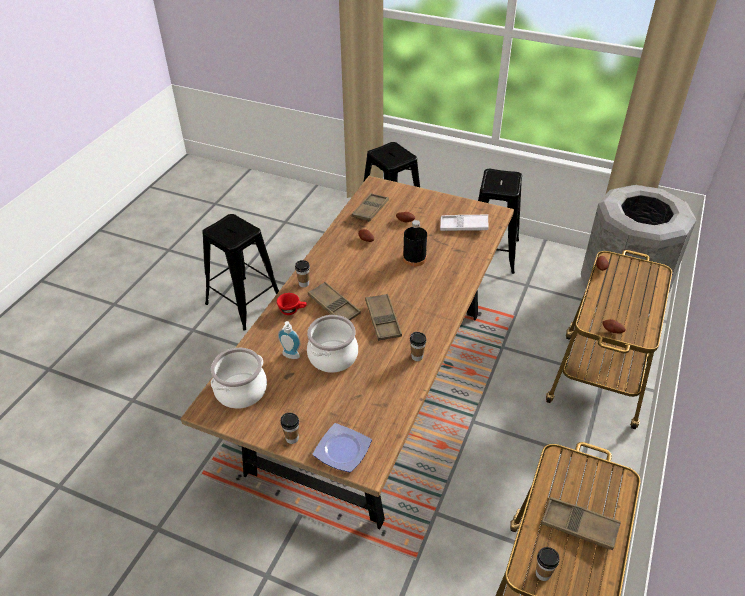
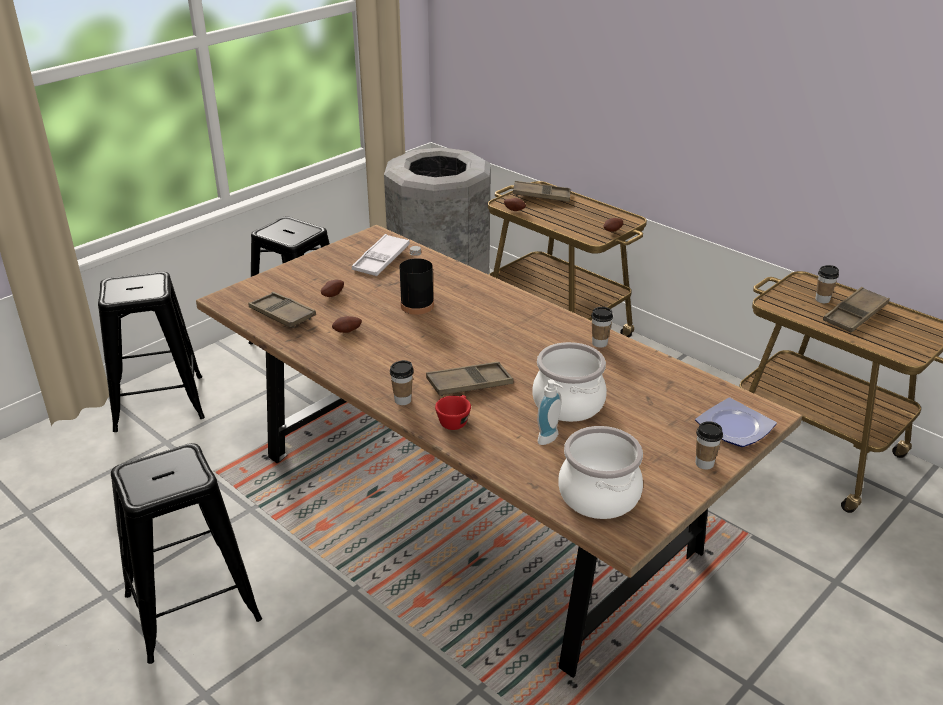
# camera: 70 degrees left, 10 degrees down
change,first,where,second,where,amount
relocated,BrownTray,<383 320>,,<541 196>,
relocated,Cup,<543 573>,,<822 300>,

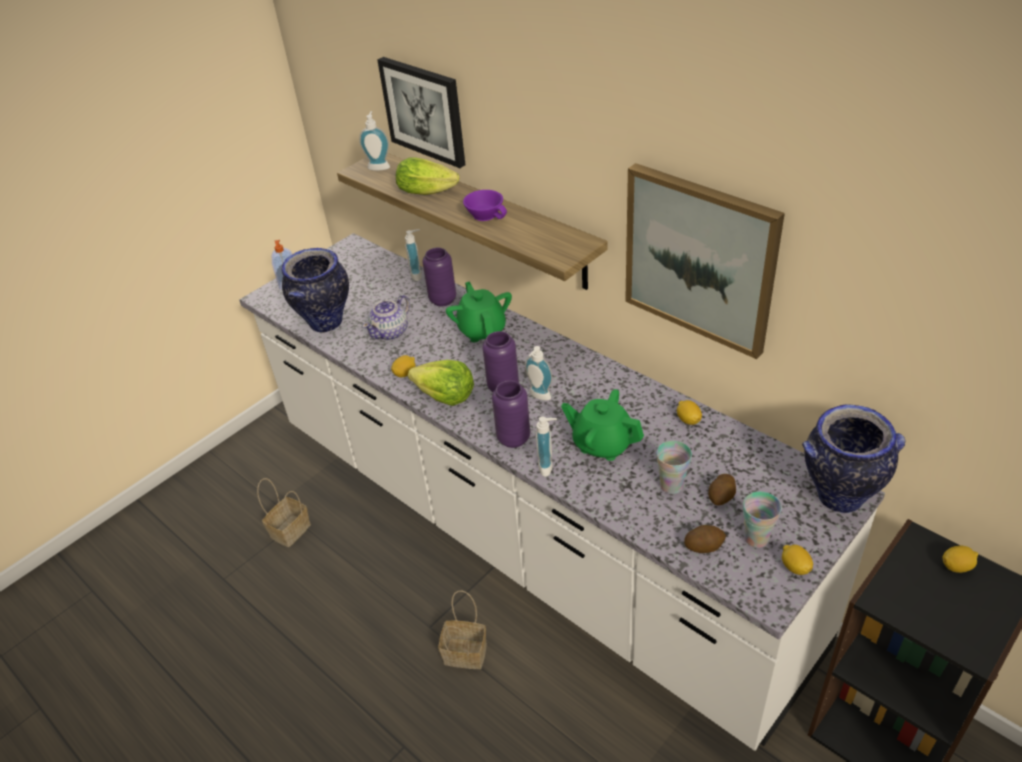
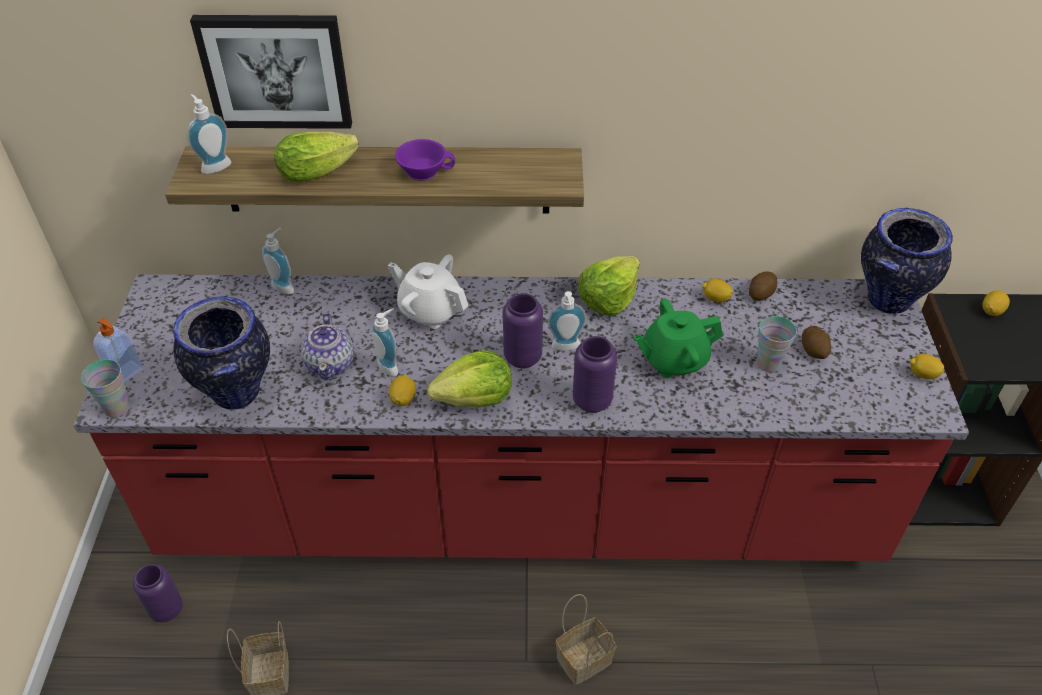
# camera: 45 degrees left, 5 degrees up
change,first,where,second,where,amount
missing,Picture,<700 259>,,,
colour,WhiteCounter,<525 530>,RedCounter,<521 508>,
relocated,PurpleVase,<443 300>,,<167 610>,
colour,GreenTeapot,<482 330>,WhiteTeapot,<430 311>,
relocated,SoapDispenser,<548 466>,,<390 365>,
relocated,Cup,<756 538>,,<117 408>,
relocated,Potato,<704 546>,,<761 293>,
appeared,,,Lettuce,<608 298>,

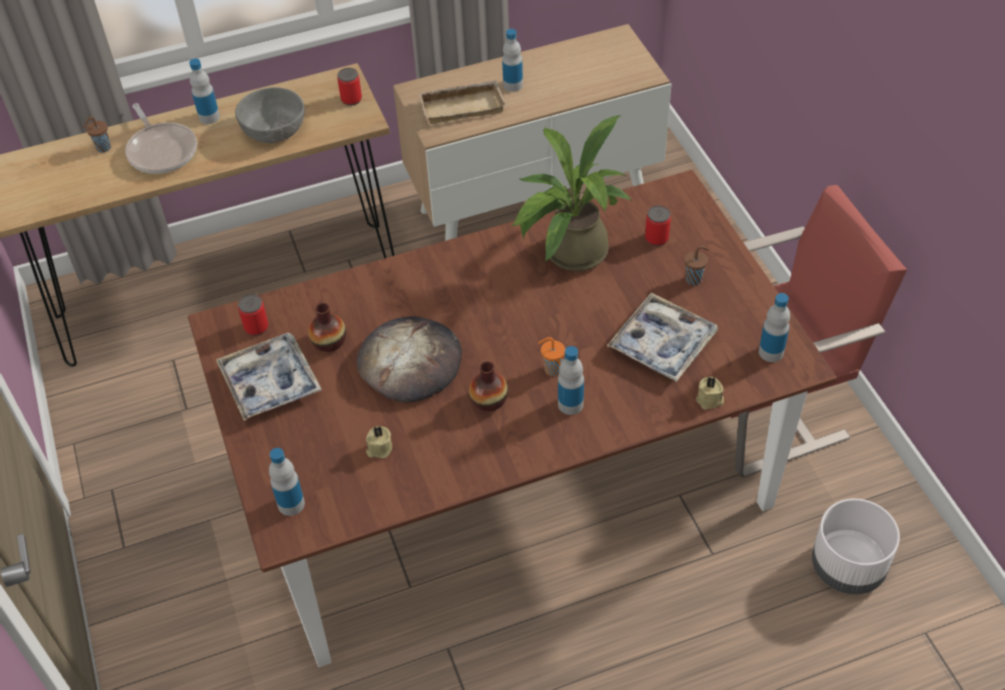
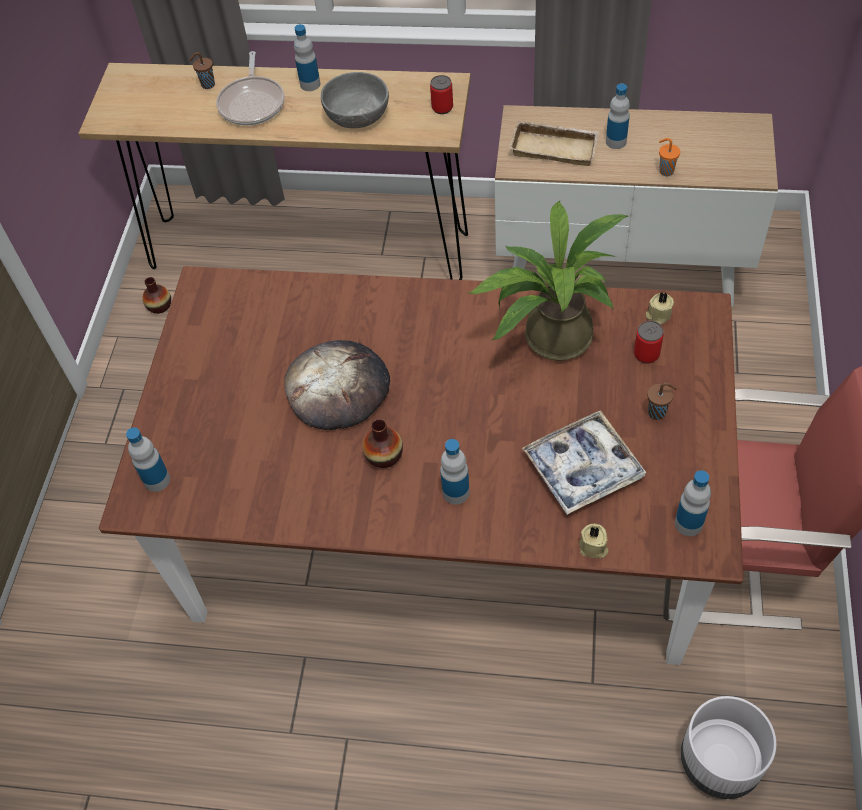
# camera: 30 degrees right, 5 degrees up
change,first,where,second,where,amount
missing,Can,<256 327>,,,
relocated,Vase,<329 342>,,<159 306>,
missing,Tray,<270 382>,,,
relocated,OrangeCup,<551 369>,,<665 171>,
relocated,BeigeCandle,<379 449>,,<658 315>,

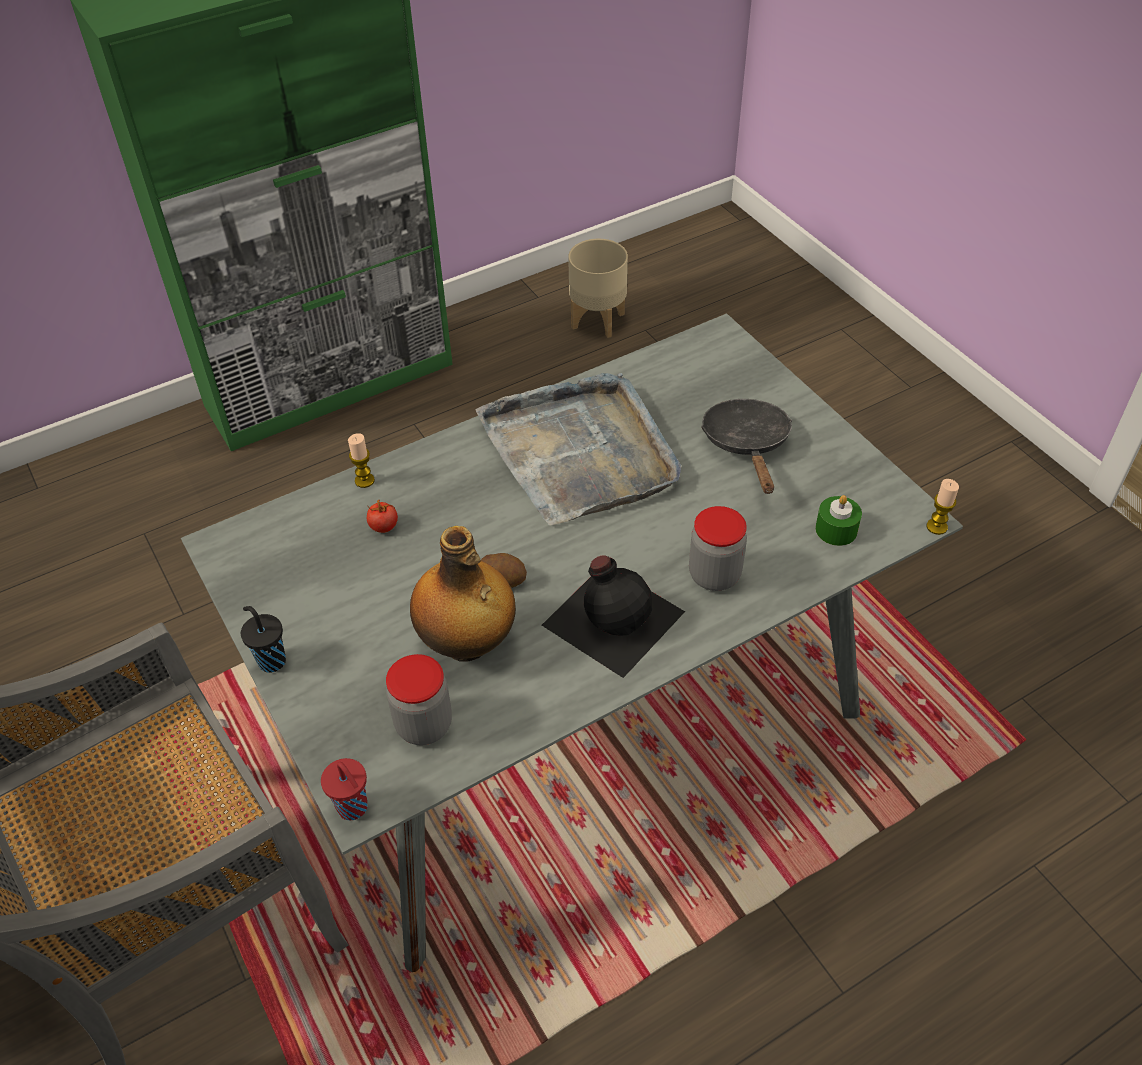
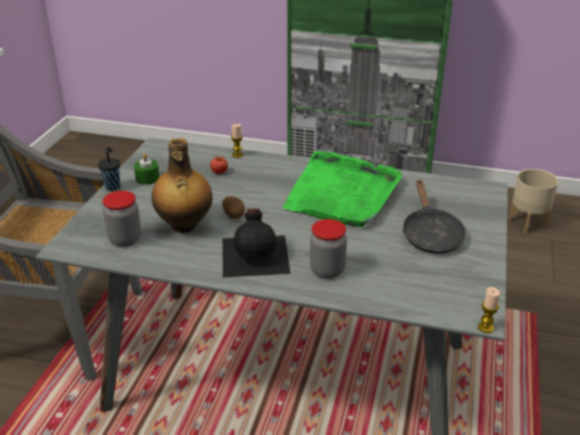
# camera: 45 degrees right, 15 degrees down
change,first,where,second,where,amount
colour,GreyTray,<581 452>,GreenTray,<342 193>,
spun,BlackFryingPan,<747 445>,,<430 235>,135 degrees clockwise
relocated,GreenCandle,<836 530>,,<147 178>,
missing,RedCup,<353 808>,,,

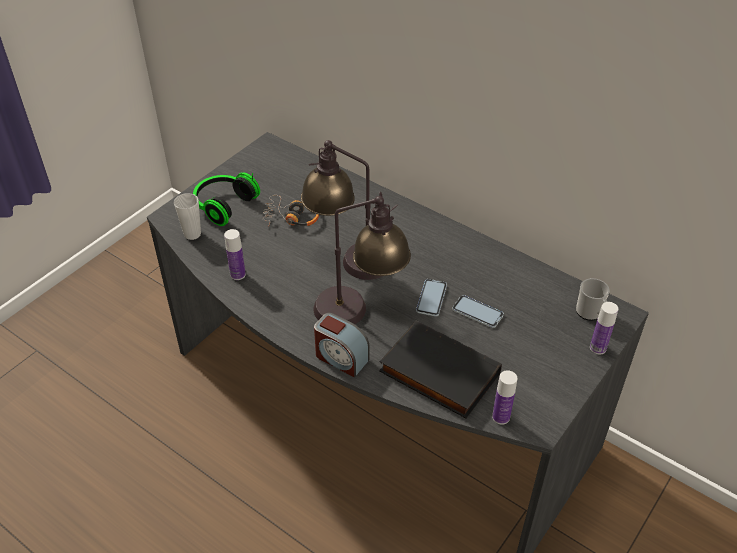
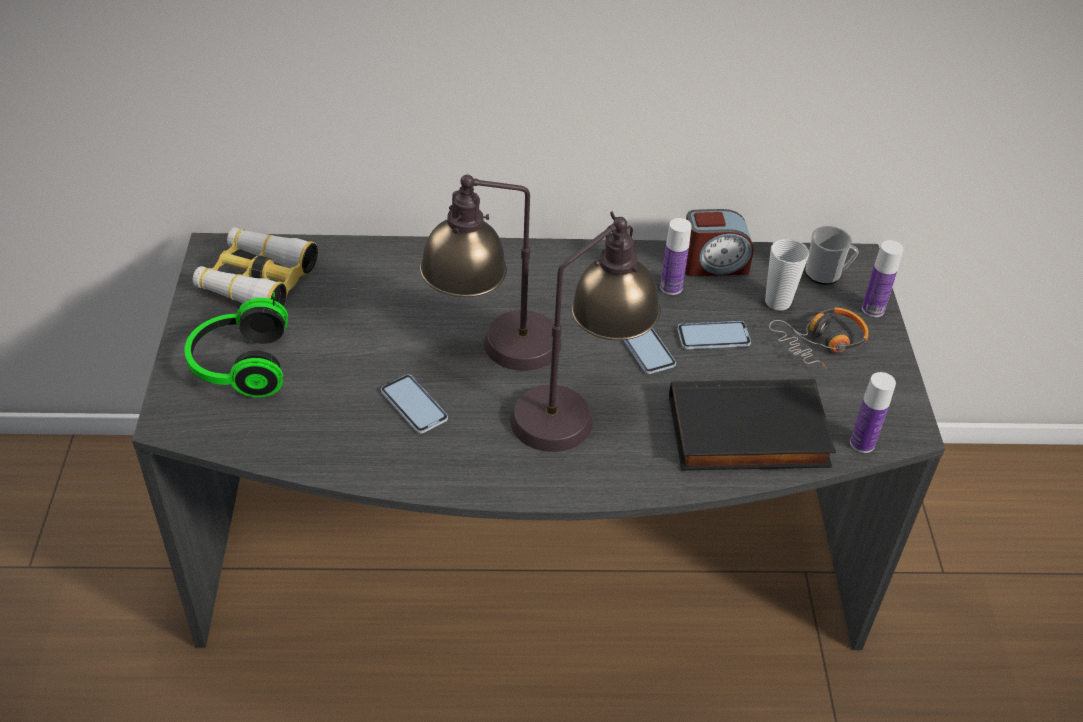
# camera: 40 degrees left, 0 degrees up
change,first,where,second,where,amount
relocated,Cup,<192 234>,,<777 302>,
relocated,Headphones,<291 217>,,<821 343>,
relocated,Bottle,<238 274>,,<671 287>,
relocated,AlarmClock,<341 358>,,<713 264>,
appeared,,,Binoculars,<257 279>,
appeared,,,Phone,<414 405>,

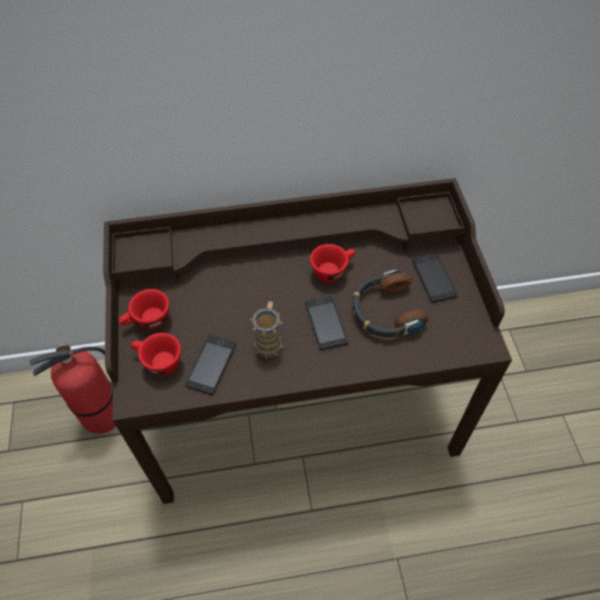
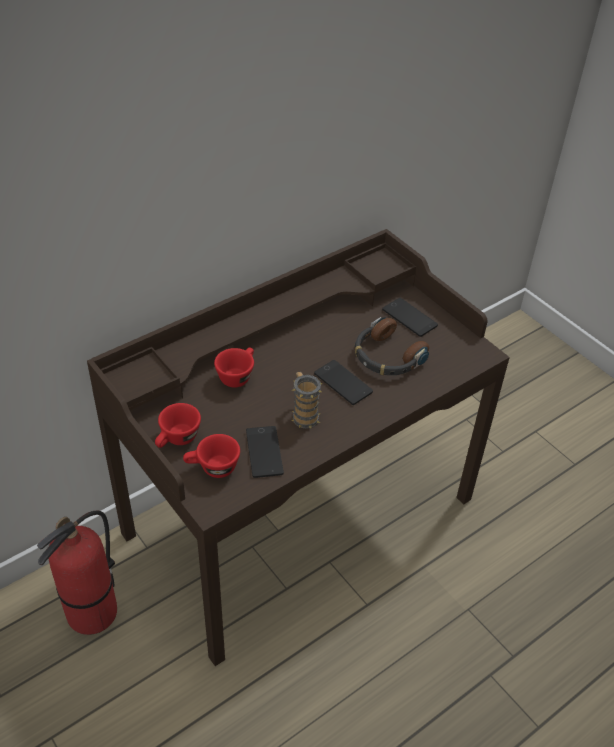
# camera: 30 degrees left, 10 degrees down
change,first,where,second,where,amount
relocated,RedCup,<333 270>,,<237 375>,

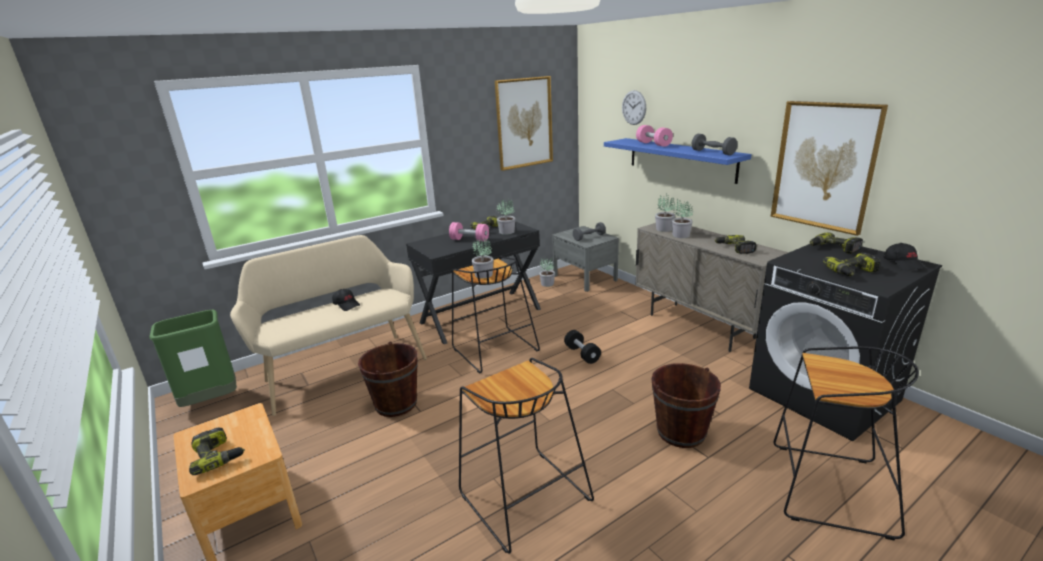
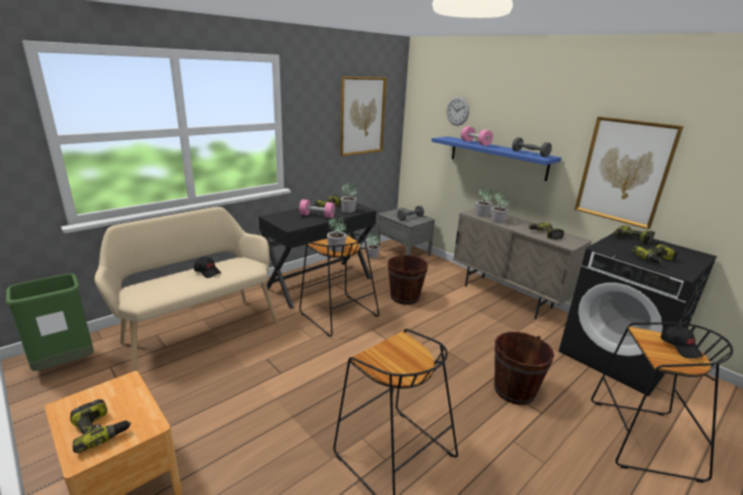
# camera: 10 degrees left, 0 degrees up
change,first,where,second,where,amount
relocated,BlackCap,<903 264>,,<680 347>,
missing,BlackDumbbell,<582 354>,,,
relocated,BrownBucket,<396 404>,,<404 297>,

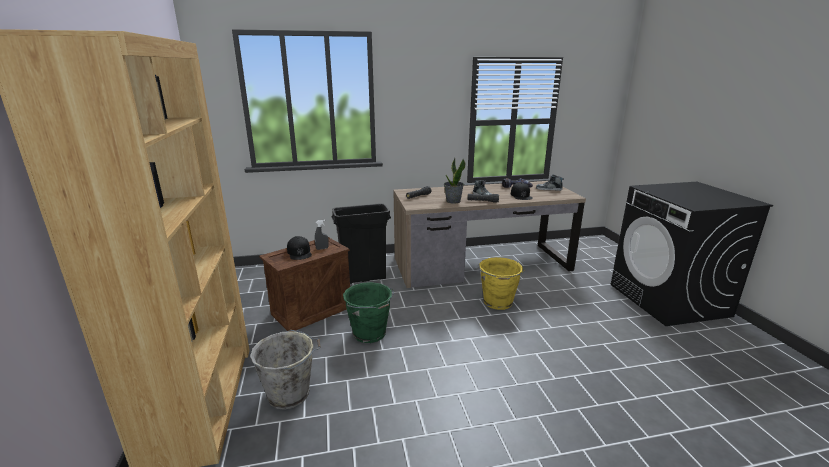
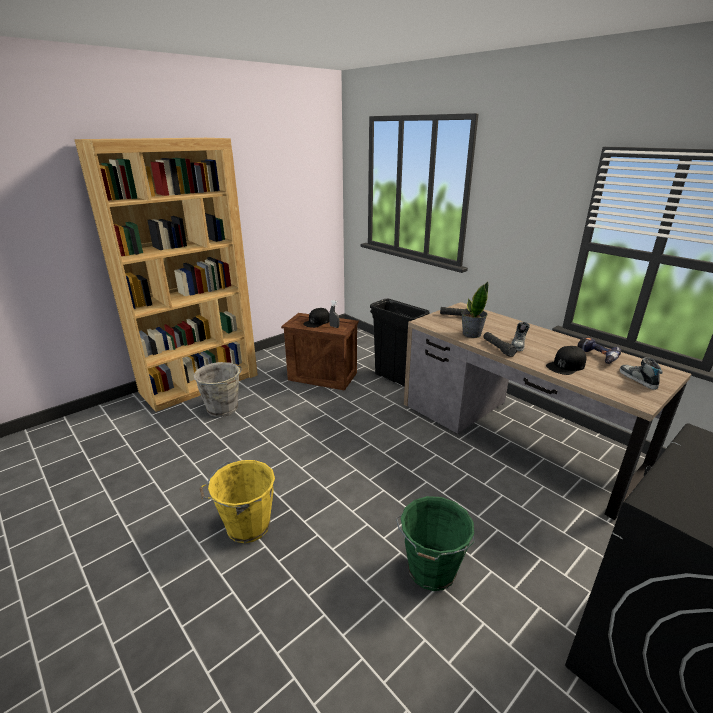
# camera: 60 degrees right, 5 degrees up
change,first,where,second,where,amount
relocated,YellowBucket,<498 303>,,<246 526>,
relocated,GreenBucket,<370 334>,,<431 571>,

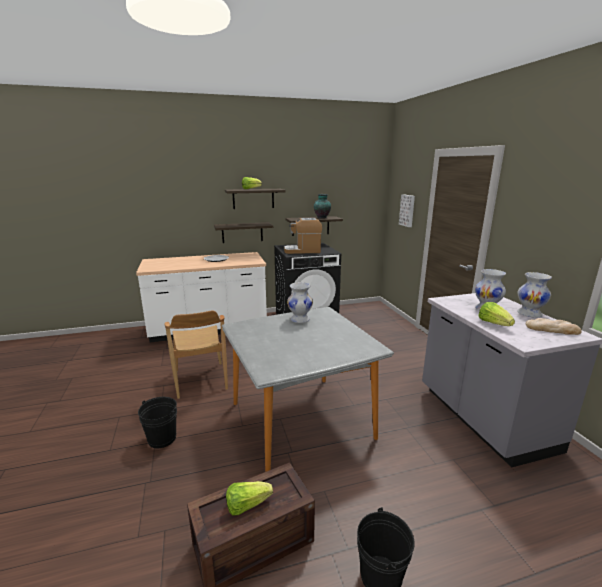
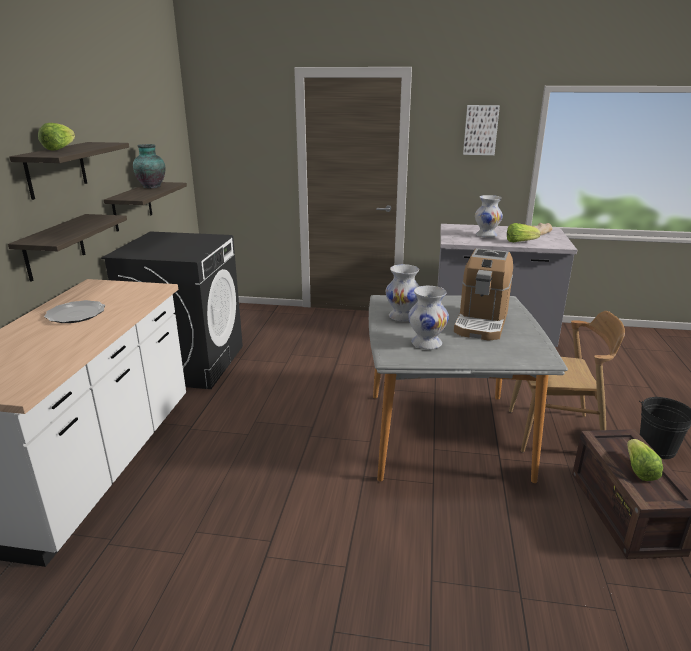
# camera: 65 degrees left, 5 degrees up
change,first,where,second,where,amount
relocated,Picture,<407 210>,,<480 130>,
relocated,CoffeeMachine,<303 251>,,<481 322>,
relocated,WhiteVase,<529 314>,,<426 343>,
relocated,BrownChair,<200 380>,,<555 433>,
missing,BlackBucket,<162 438>,,,

